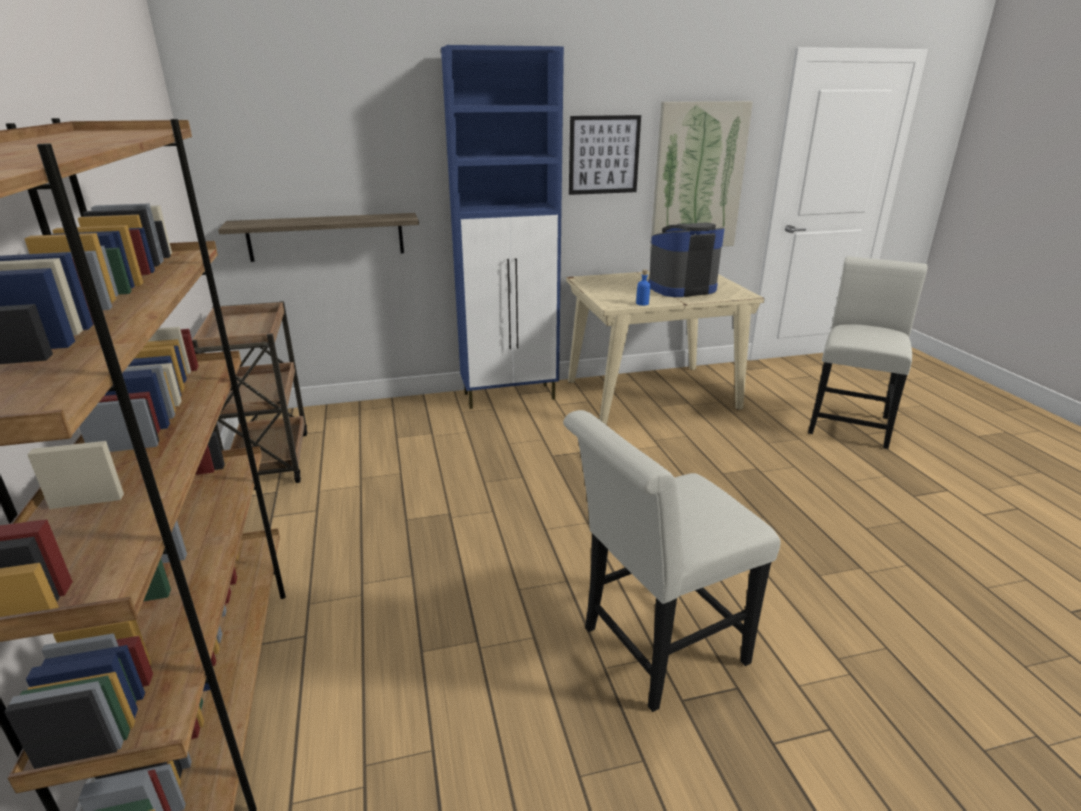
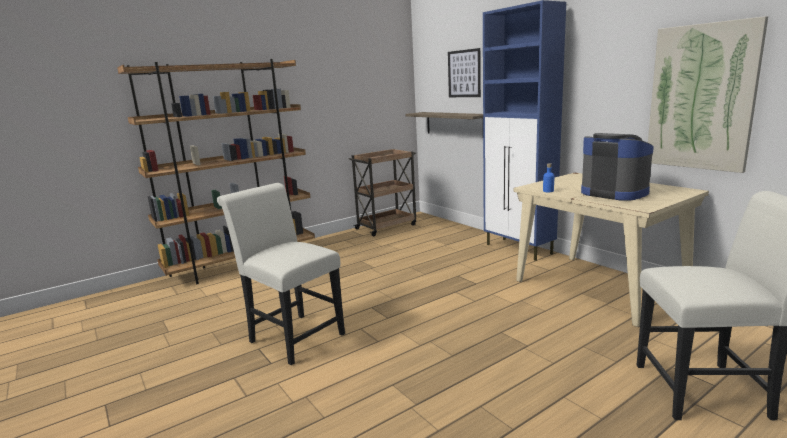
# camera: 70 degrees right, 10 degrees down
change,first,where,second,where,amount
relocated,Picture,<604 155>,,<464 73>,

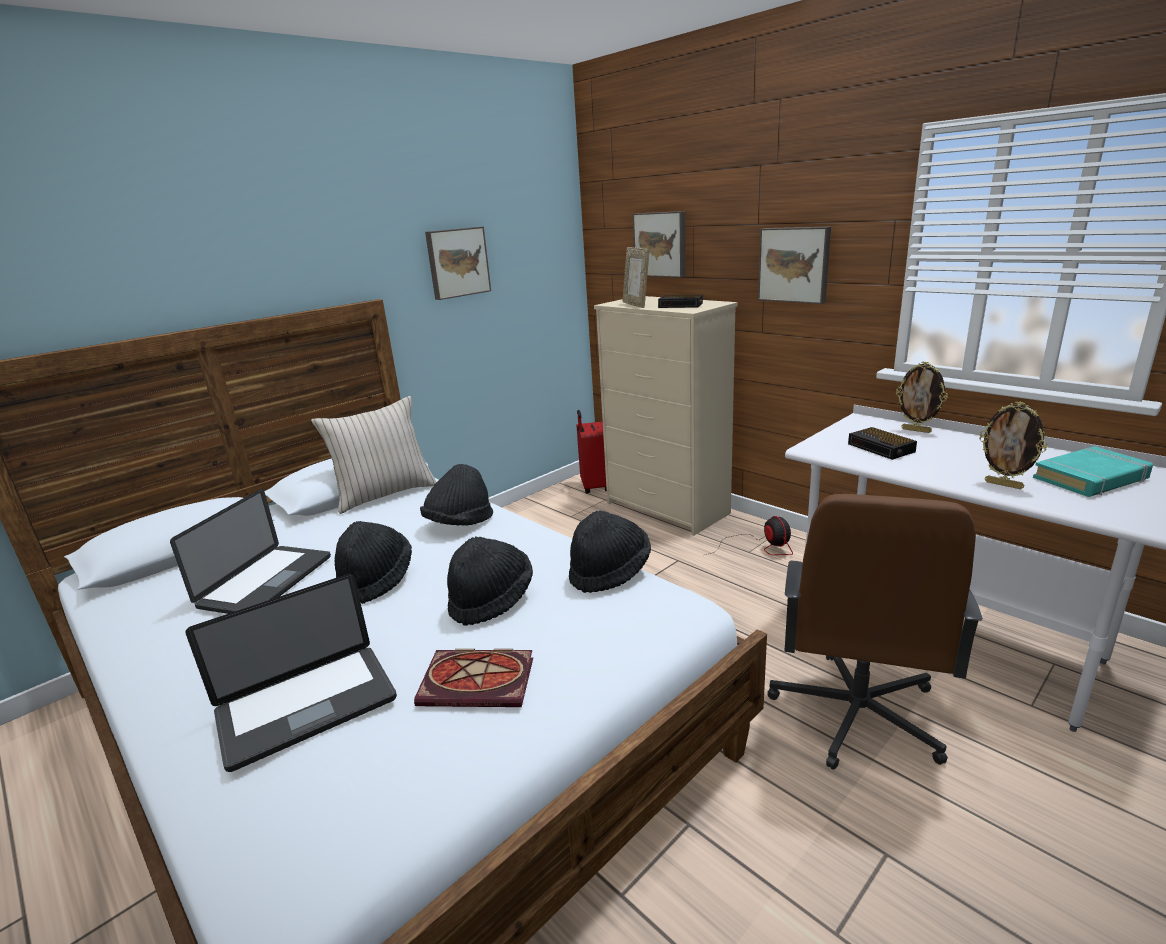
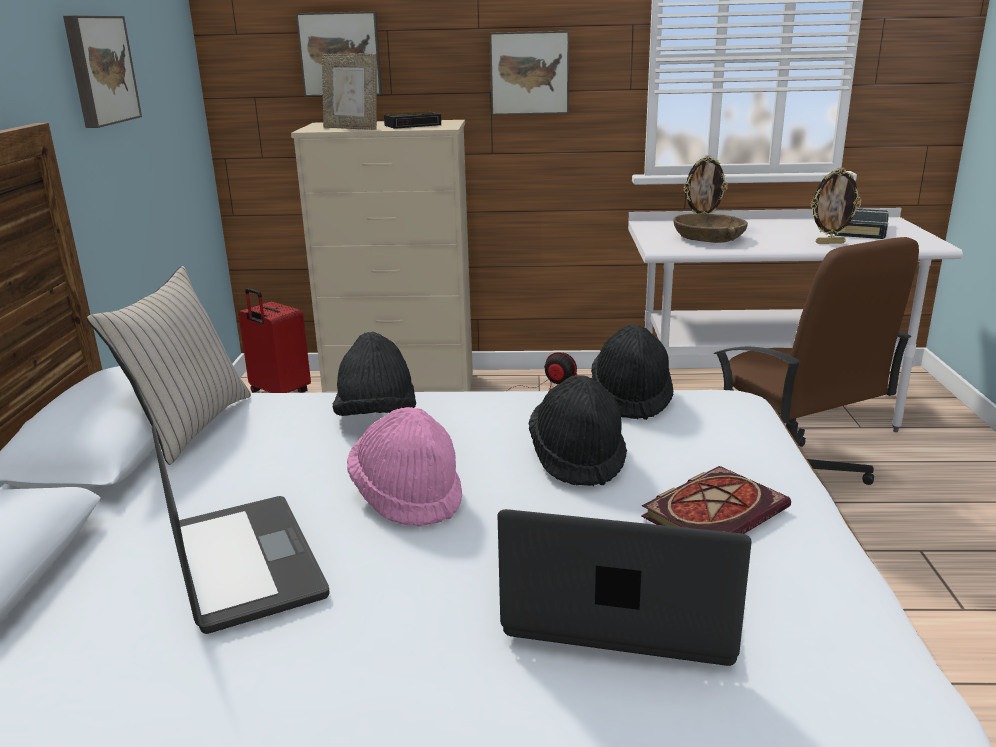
# camera: 45 degrees left, 0 degrees up
change,first,where,second,where,amount
exchanged,AlarmClock,<882 448>,BrownBowl,<709 238>,
colour,TurquoiseBook,<1090 478>,BlackBook,<861 229>,
colour,BlackHat,<376 580>,PinkHat,<408 496>,
spun,Laptop,<307 706>,,<621 611>,90 degrees counterclockwise

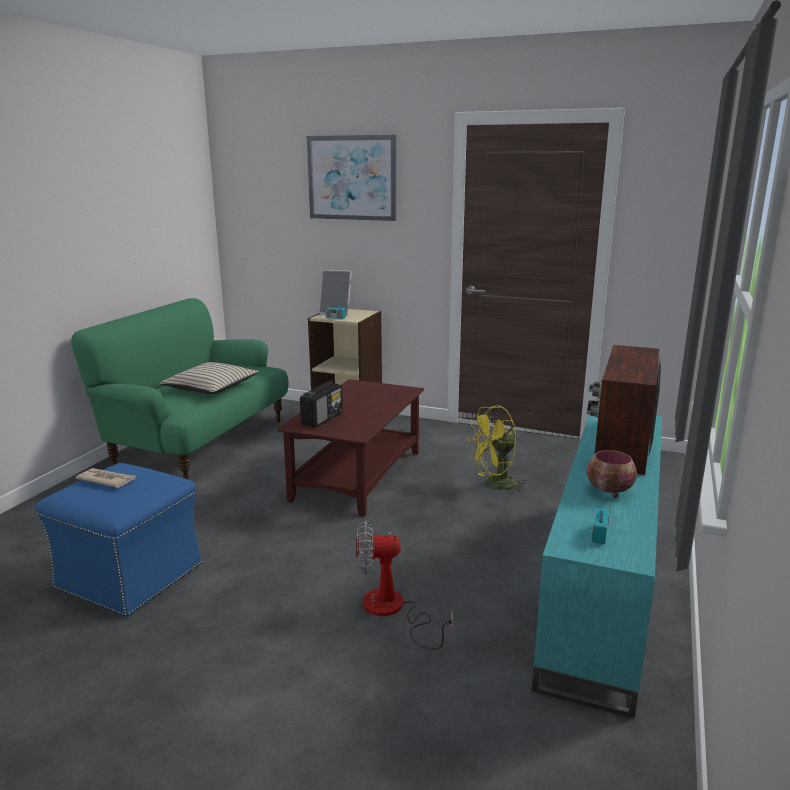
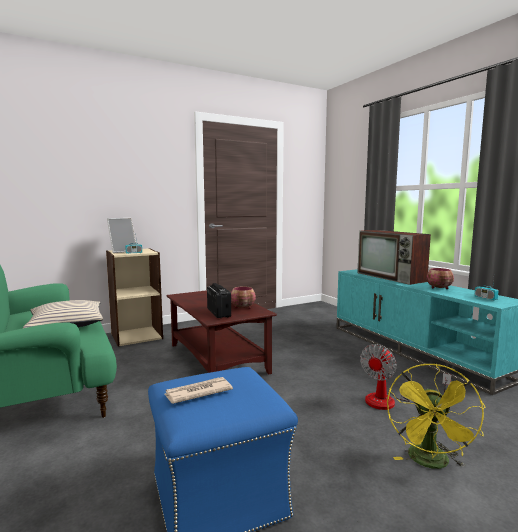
# camera: 50 degrees left, 10 degrees down
change,first,where,second,where,amount
missing,Picture,<352 178>,,,
relocated,YellowFan,<495 485>,,<431 463>,
appeared,,,Bowl,<243 308>,

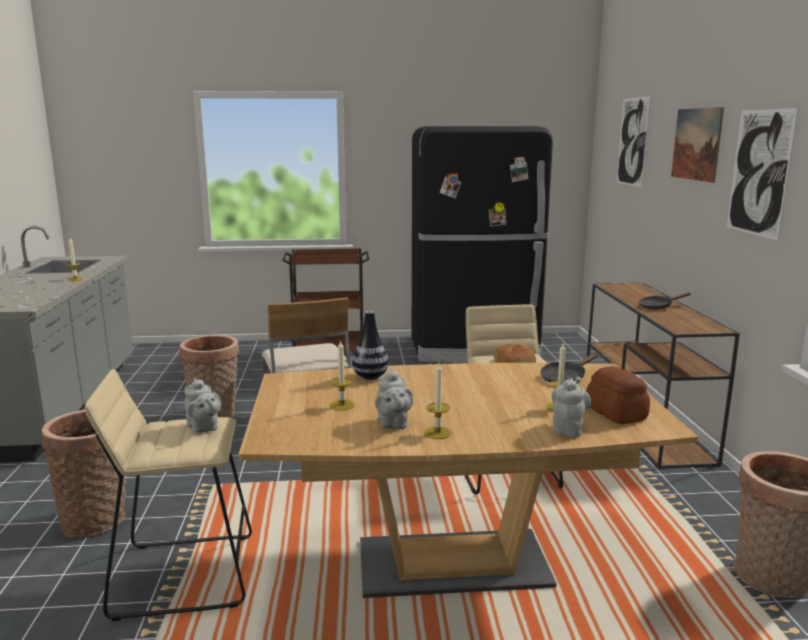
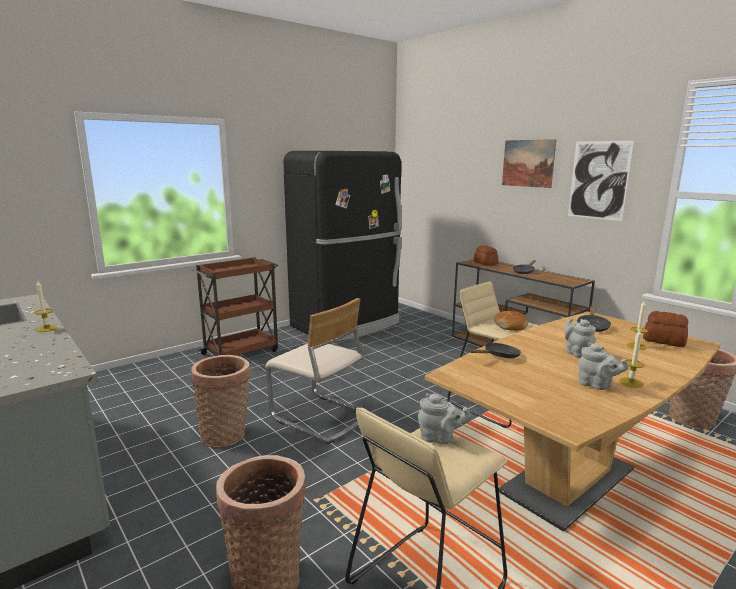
# camera: 35 degrees left, 0 degrees up
change,first,where,second,where,amount
missing,Picture,<632 141>,,,
exchanged,Vase,<370 377>,BlackFryingPan,<498 356>,
missing,Candle,<342 405>,,,
relocated,GreyTeapot,<568 428>,,<577 353>,
appeared,,,Bread,<485 263>,

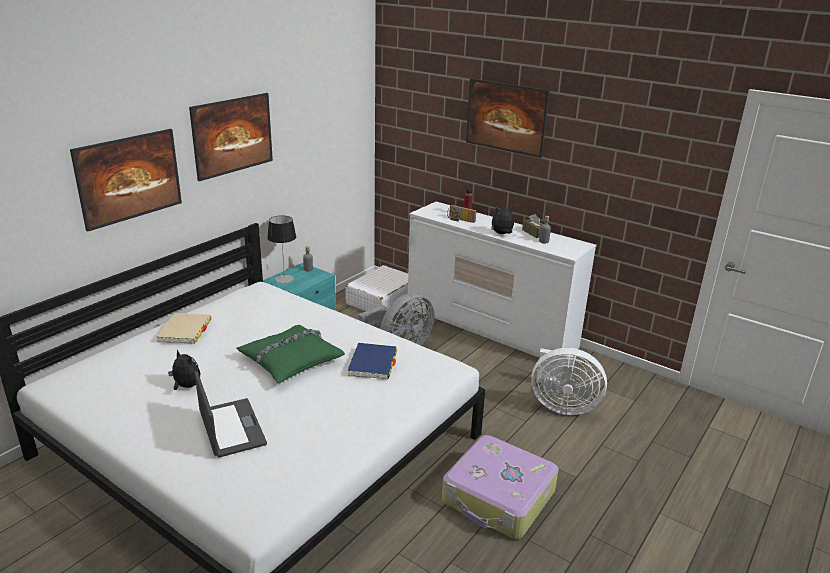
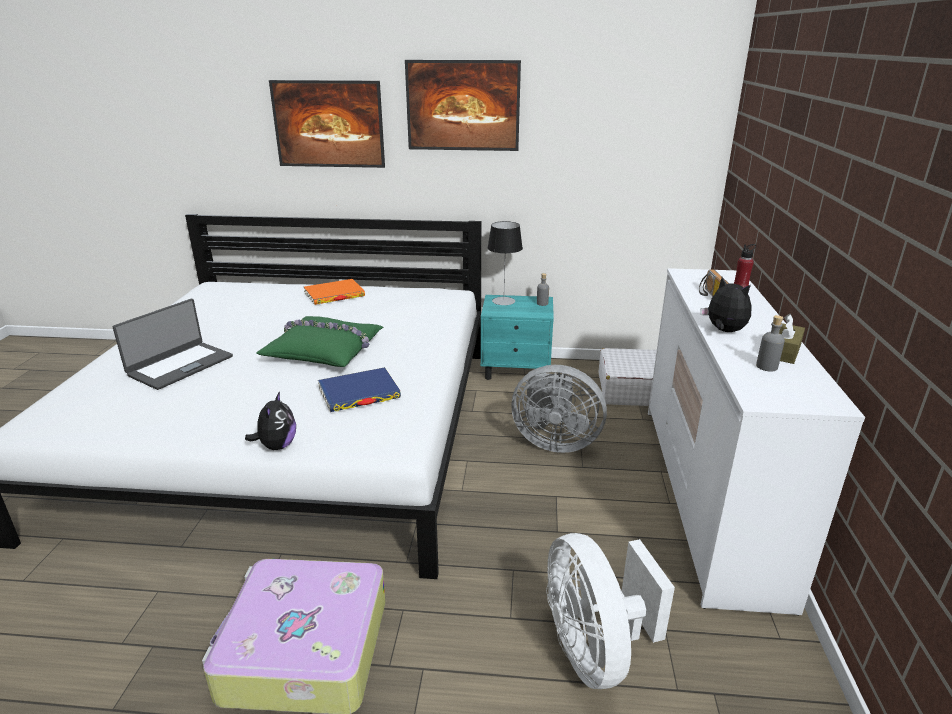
# camera: 60 degrees right, 0 degrees up
change,first,where,second,where,amount
missing,Picture,<504 133>,,,
colour,BeigeBook,<185 331>,OrangeBook,<334 295>,
relocated,PlushToy,<186 386>,,<277 446>,

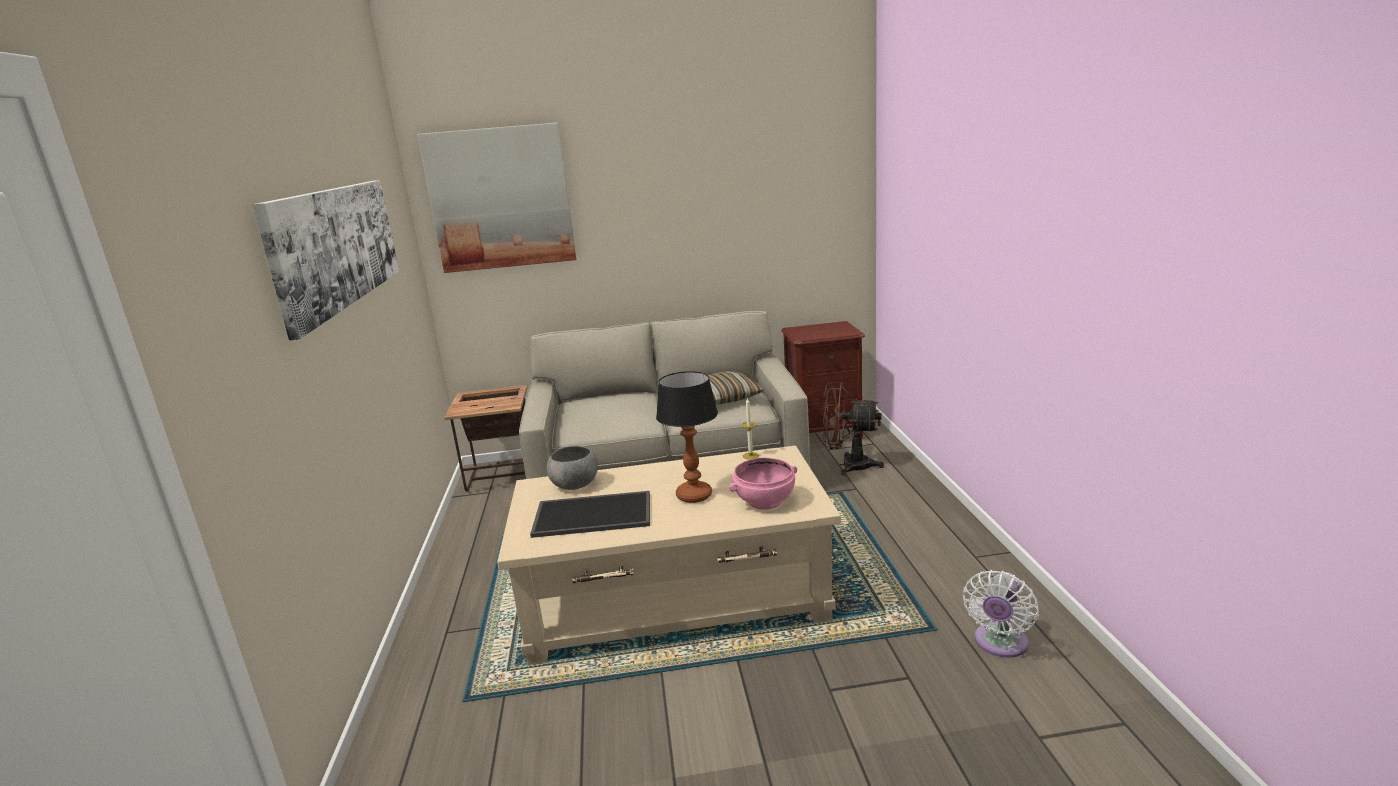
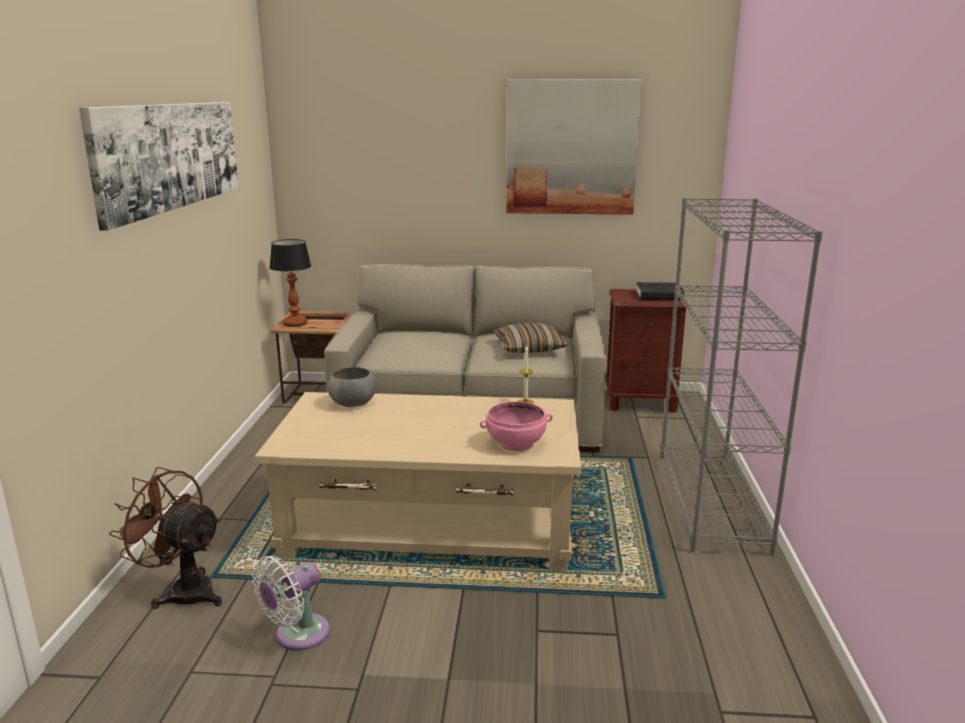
# camera: 10 degrees right, 0 degrees up
change,first,where,second,where,amount
relocated,Picture,<500 198>,,<571 147>,
relocated,TableLamp,<693 496>,,<295 324>,
relocated,BrownFan,<848 465>,,<183 591>,
missing,Tray,<594 513>,,,
relocated,WhiteFan,<999 644>,,<297 636>,
appeared,,,GreyBookcase,<712 501>,
appeared,,,BlackBook,<659 296>,

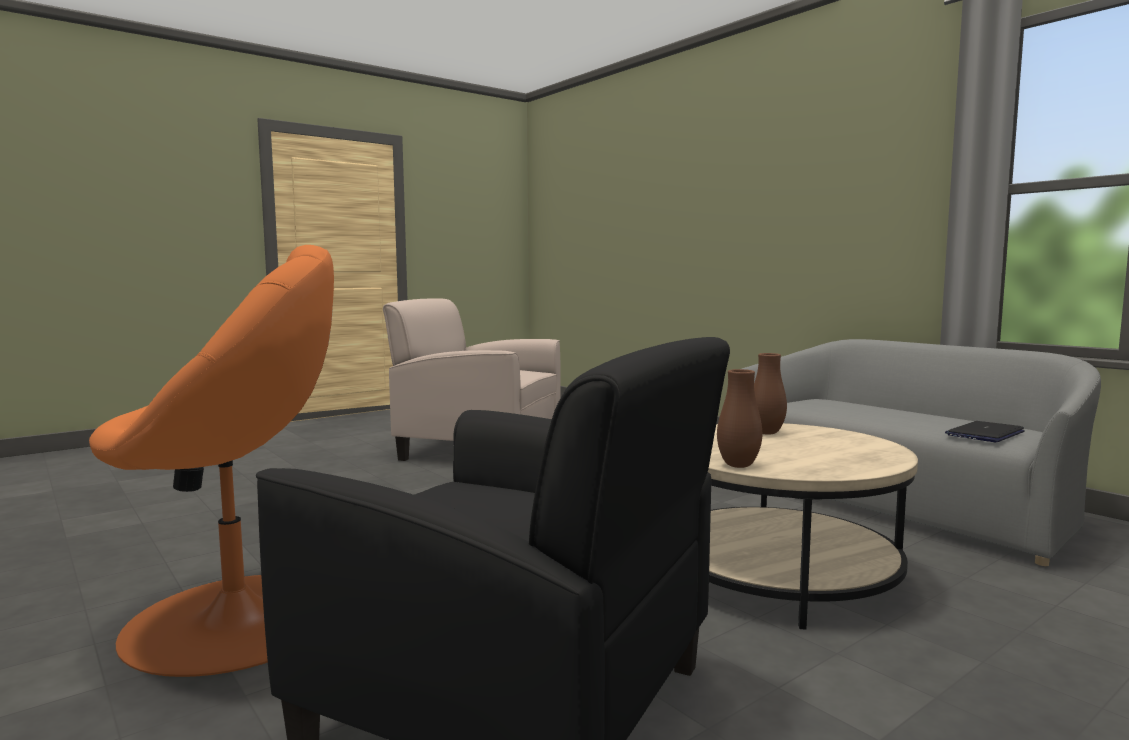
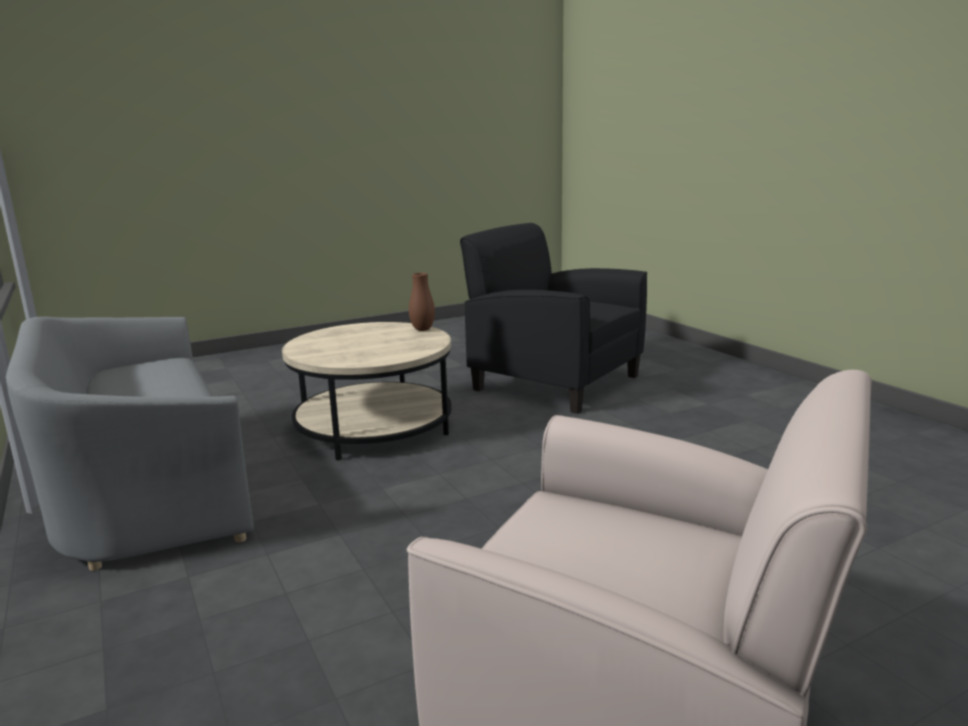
# camera: 170 degrees left, 10 degrees up
change,first,where,second,where,amount
missing,OrangeArmchair,<240 619>,,,
missing,BrownVase,<766 433>,,,
missing,Laptop,<985 434>,,,

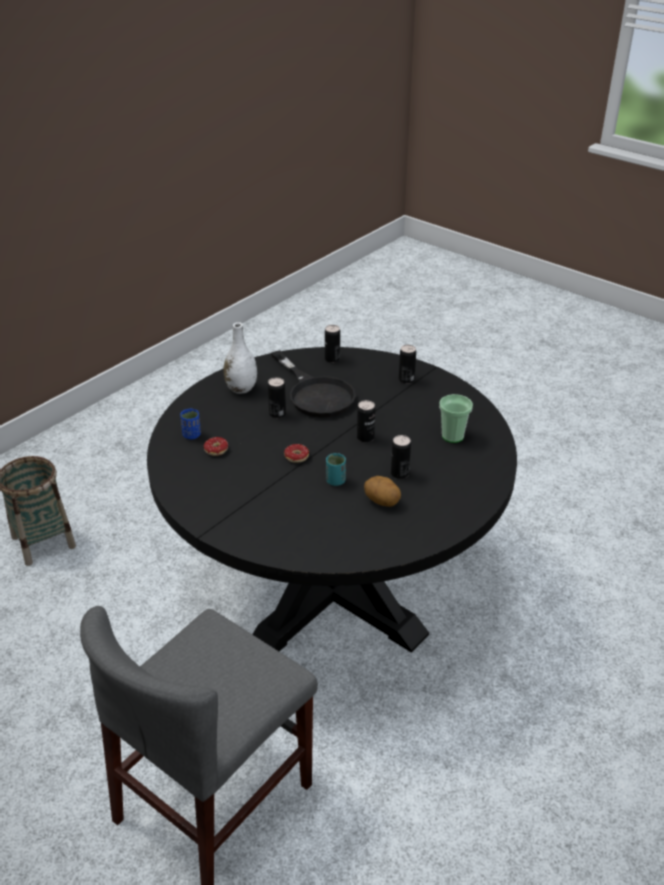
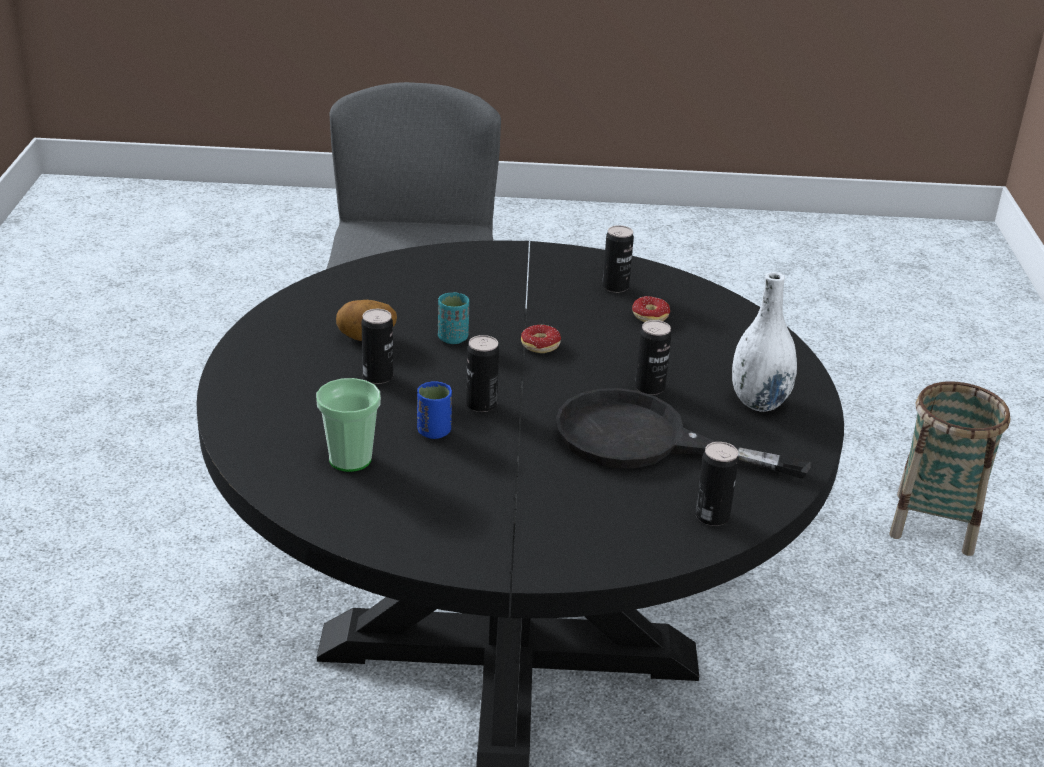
# camera: 140 degrees right, 5 degrees down
change,first,where,second,where,amount
relocated,Can,<406 380>,,<615 287>,
relocated,BlueCup,<192 435>,,<434 431>,

